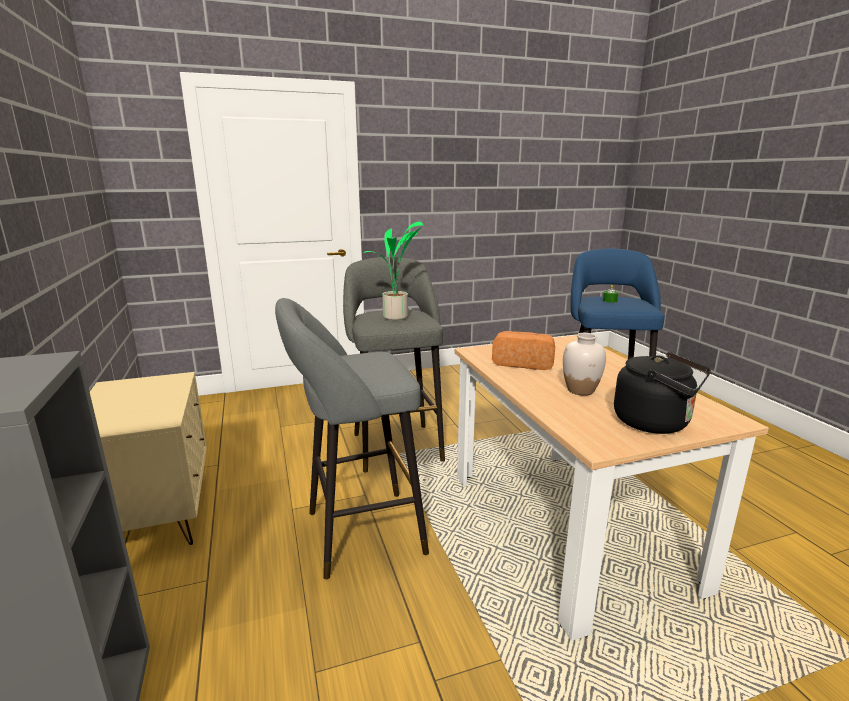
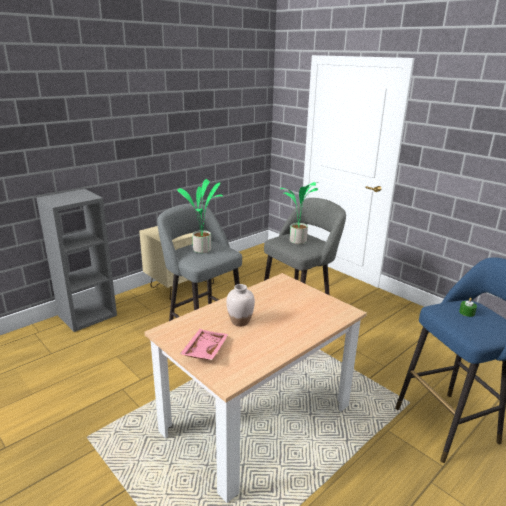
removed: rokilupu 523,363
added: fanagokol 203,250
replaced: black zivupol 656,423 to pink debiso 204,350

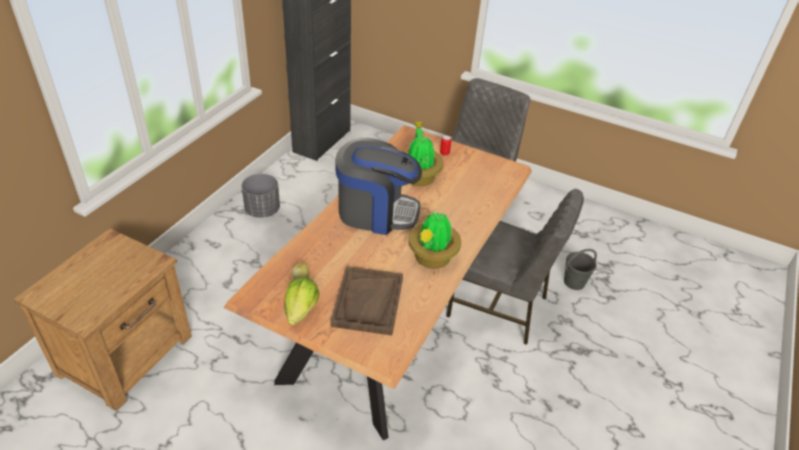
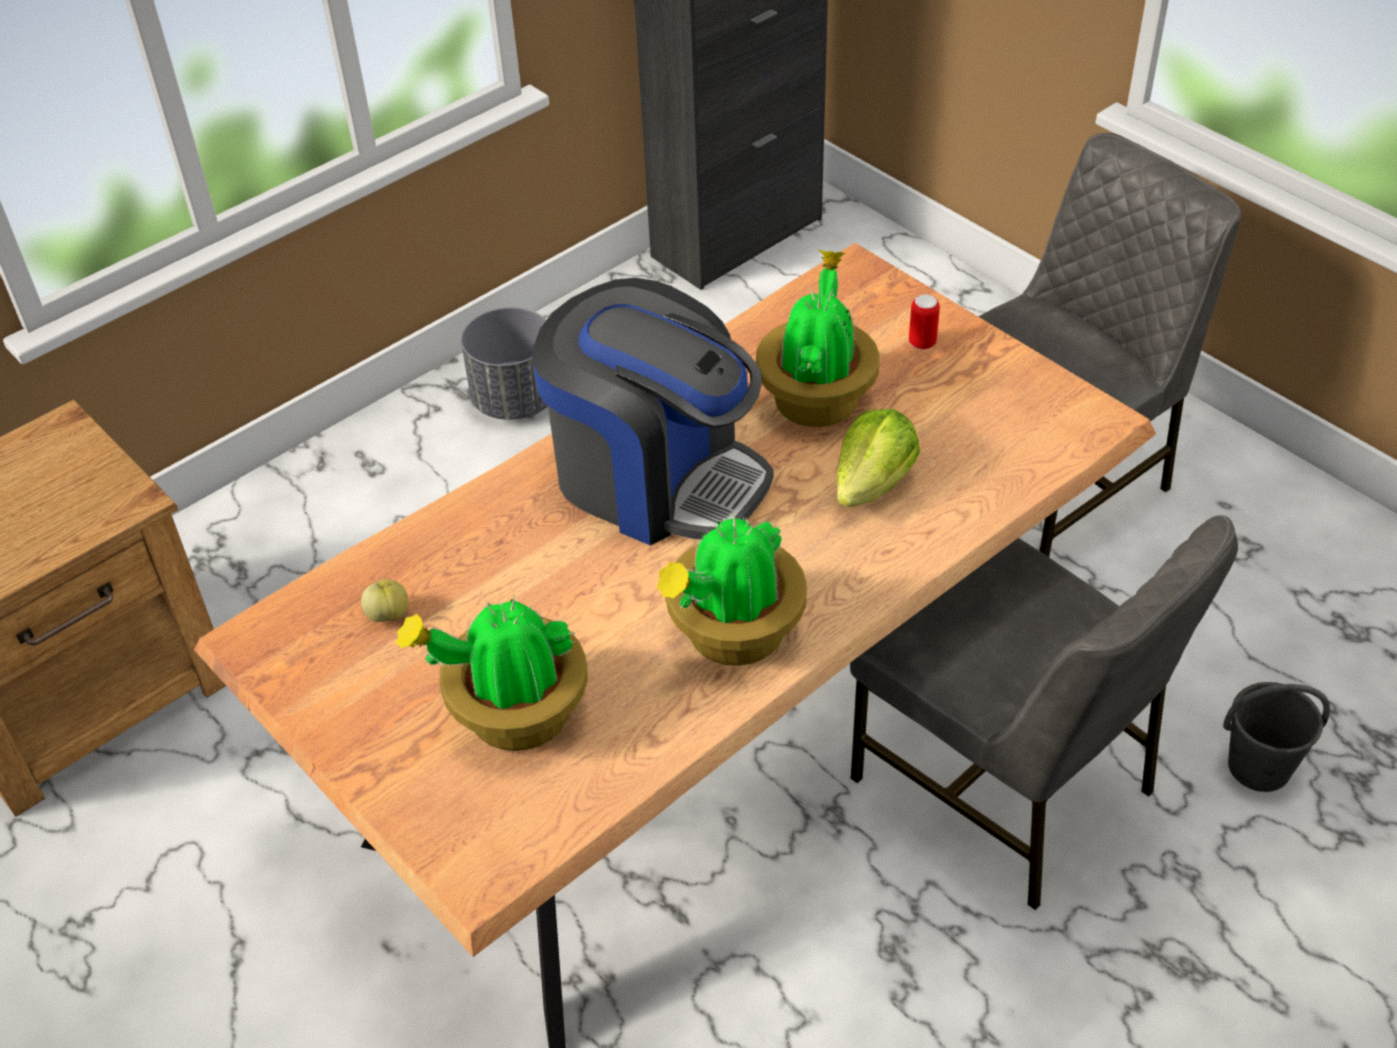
moved: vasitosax 301,310 to 873,484
replaced: brown debiso 368,302 to fanagokol 514,715

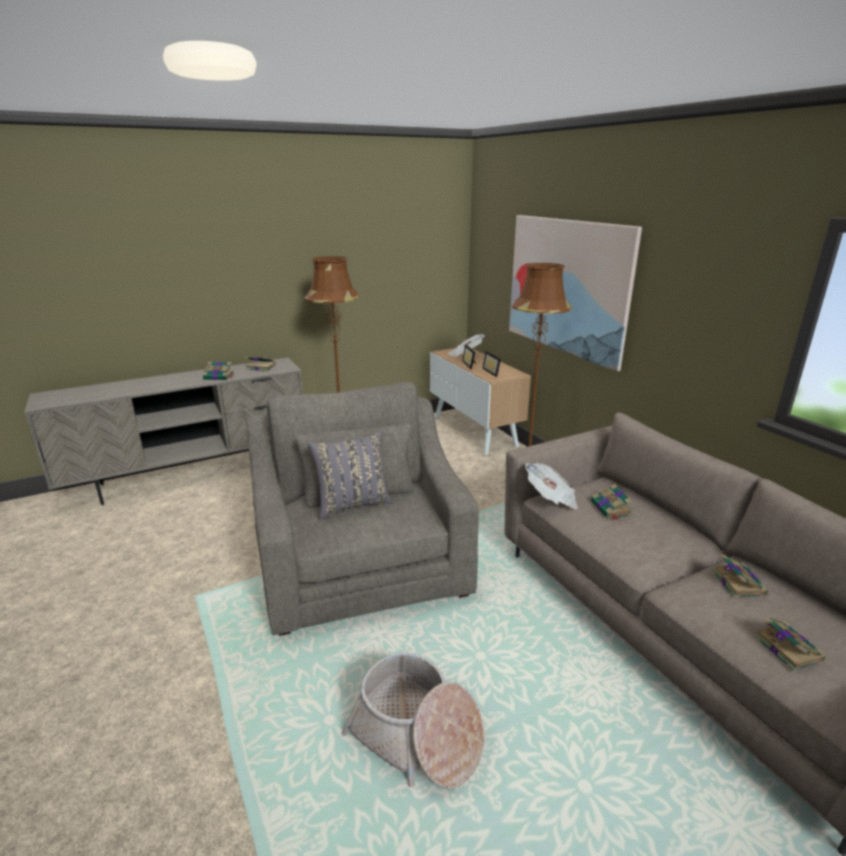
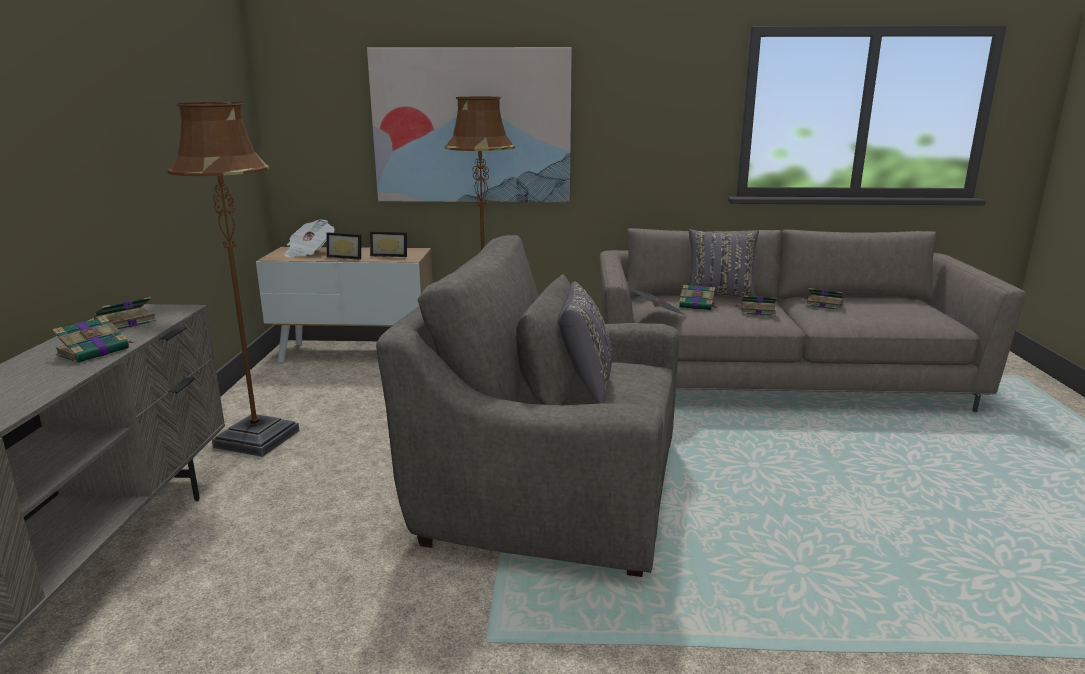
removed: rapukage 416,737
added: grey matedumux 719,296
moved: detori 786,648 to 756,311

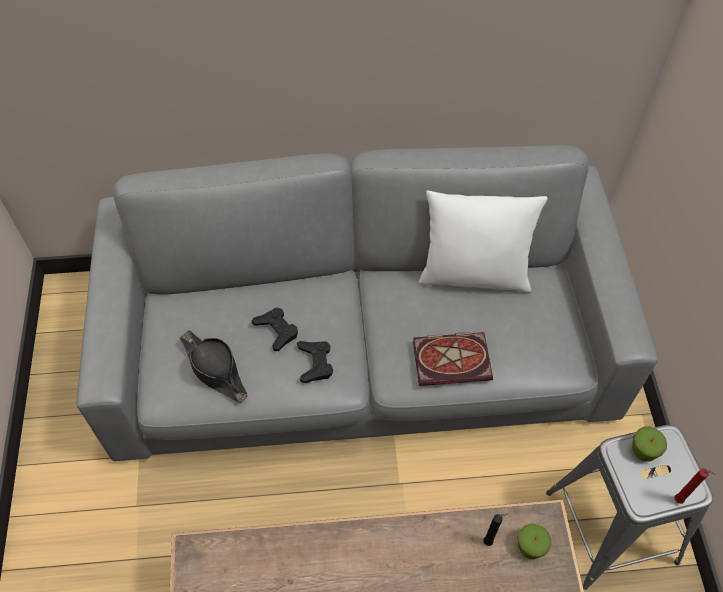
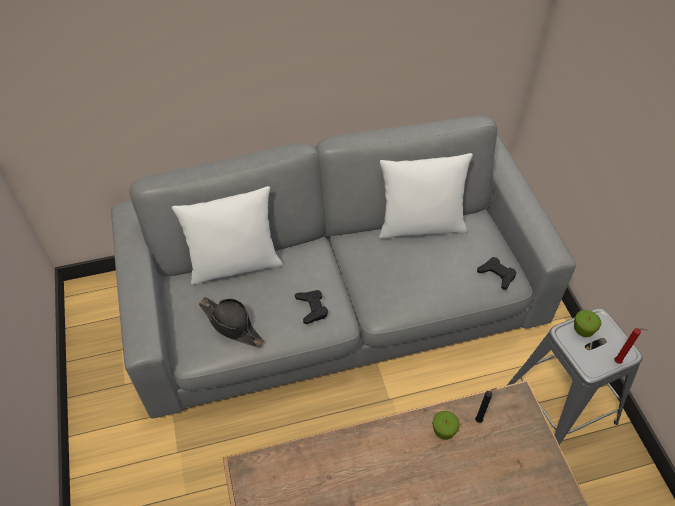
removed: detori 453,359
added: white matedumux 235,265
moved: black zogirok 276,330 to 497,275; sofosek 530,546 to 443,430

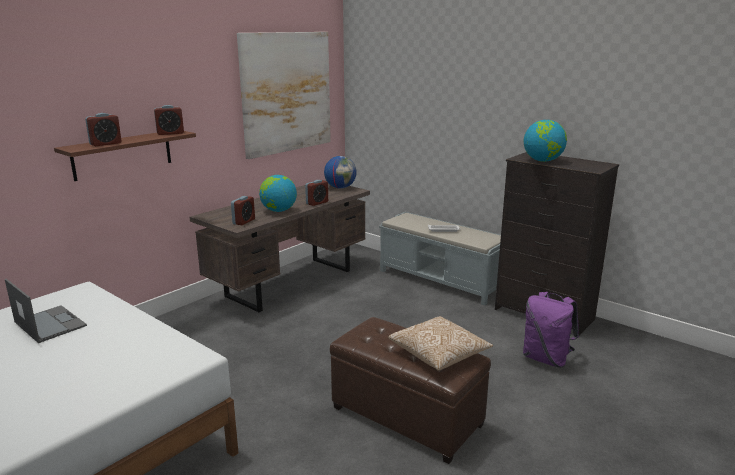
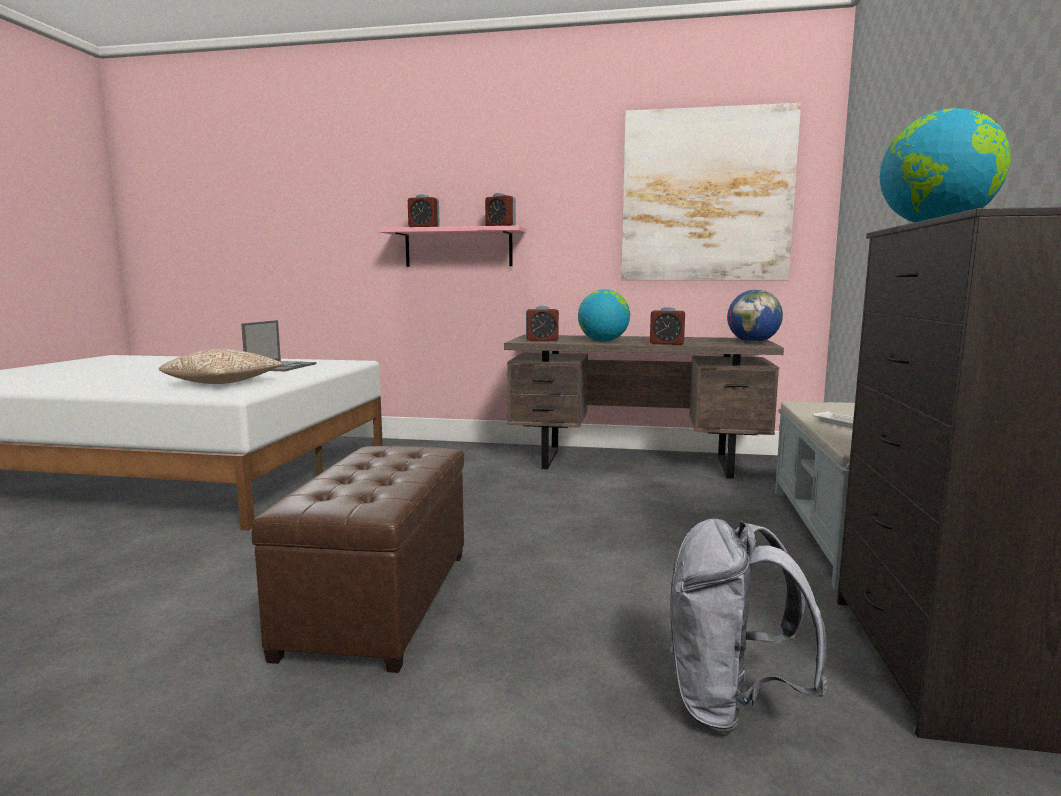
moved: matedumux 439,354 to 223,383
recoloured: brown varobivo 122,154 to pink varobivo 458,248; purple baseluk 546,359 to grey baseluk 730,705

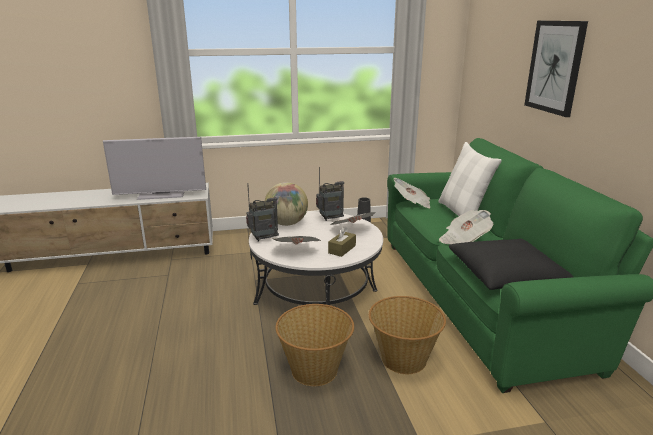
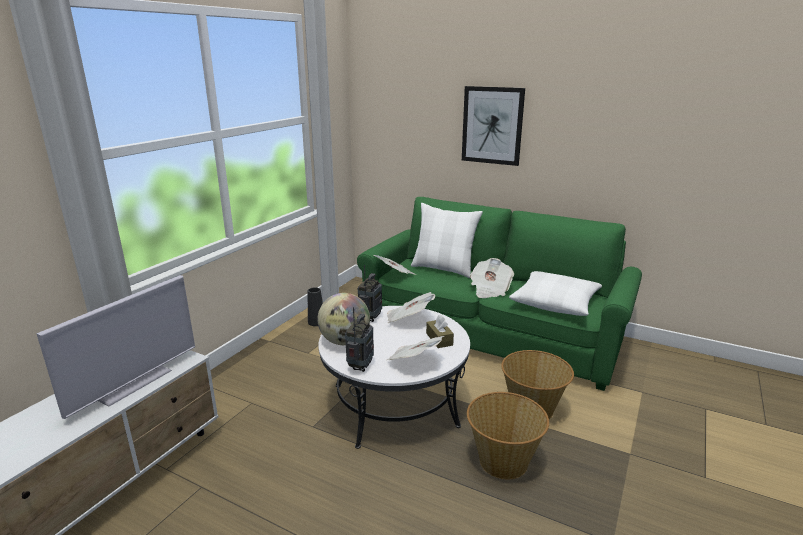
recoloured: black matedumux 507,274 to white matedumux 555,301

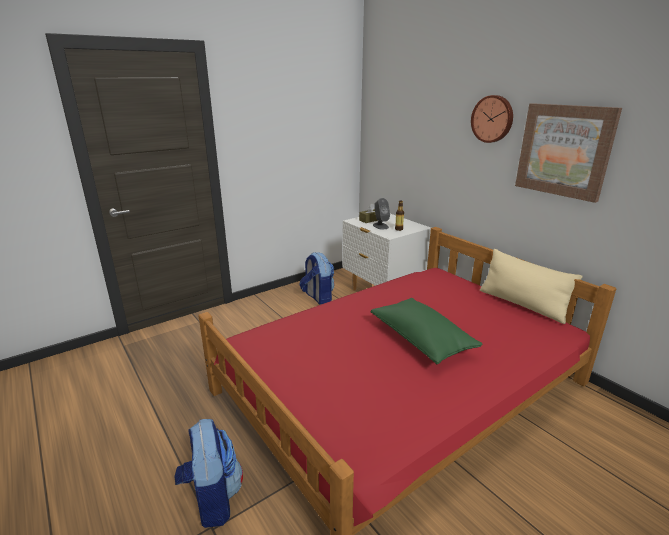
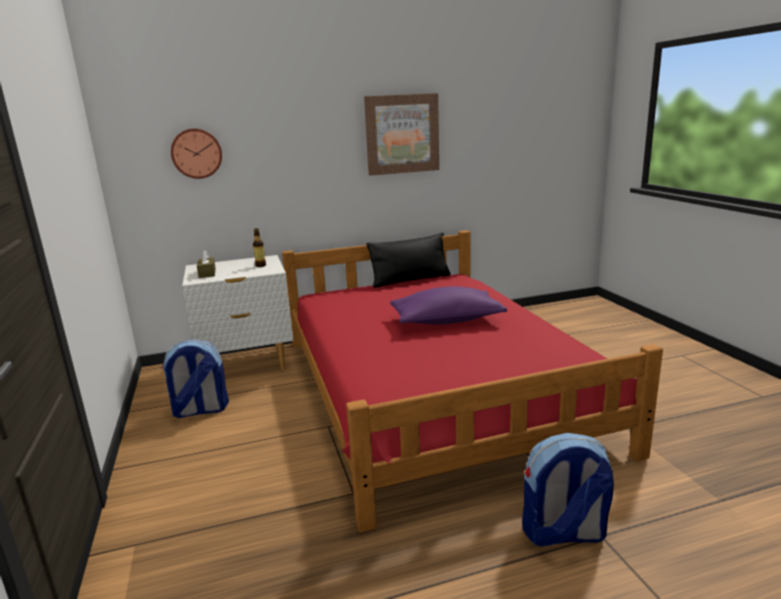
removed: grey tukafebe 380,226
moved: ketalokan 492,119 to 196,153
recoloured: green matedumux 421,340 to purple matedumux 446,321; beige matedumux 522,304 to black matedumux 410,280

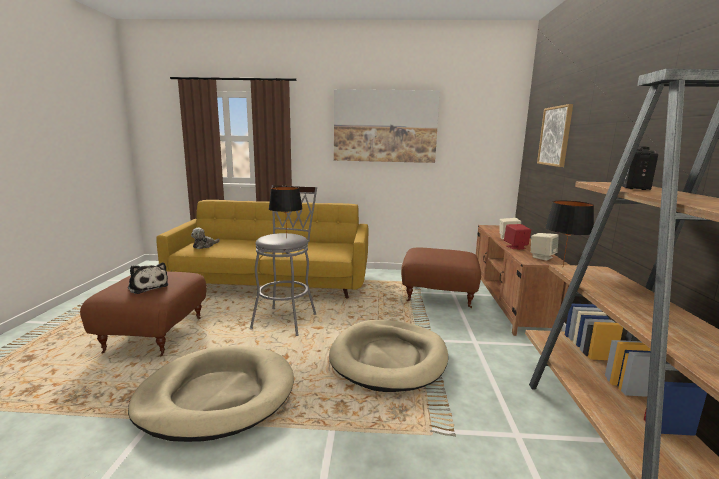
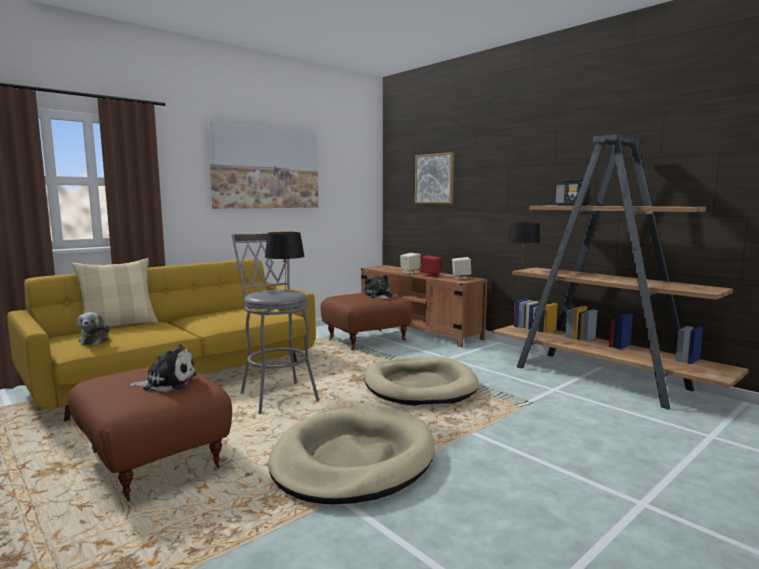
added: beige matedumux 119,326; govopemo 378,296

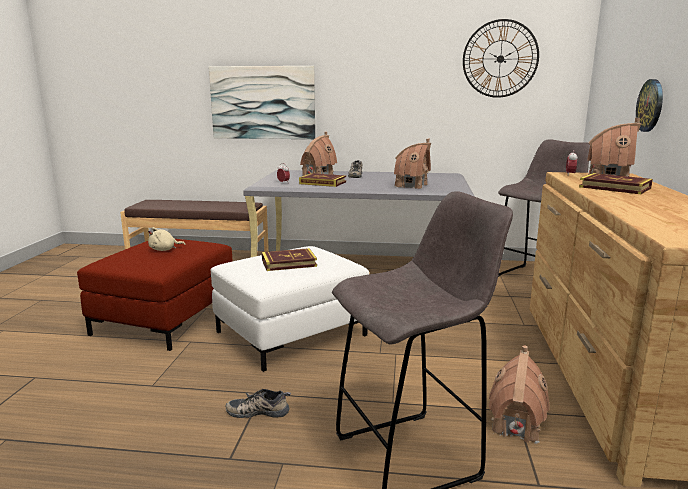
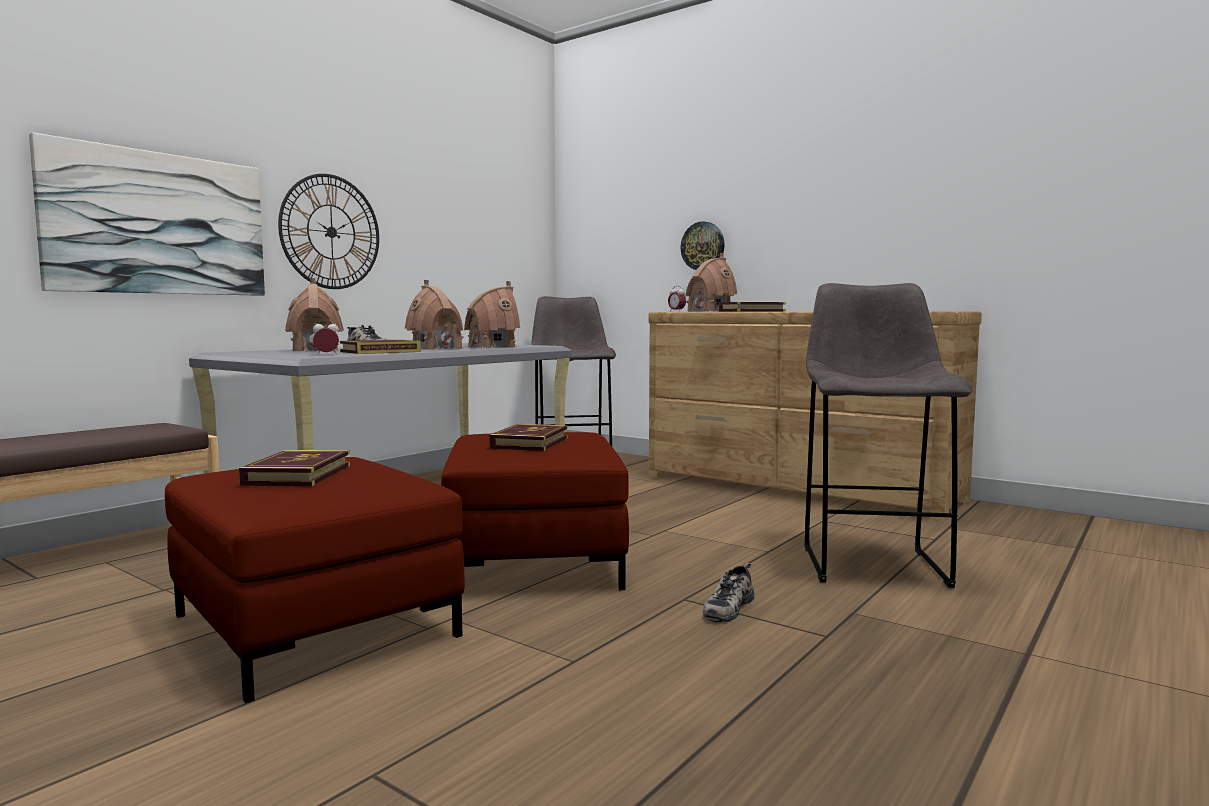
moved: ketalokan 500,59 to 331,232; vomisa 515,425 to 436,348
replaced: beige govopemo 164,250 to detori 298,475
recoloured: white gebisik 291,333 to red gebisik 533,560

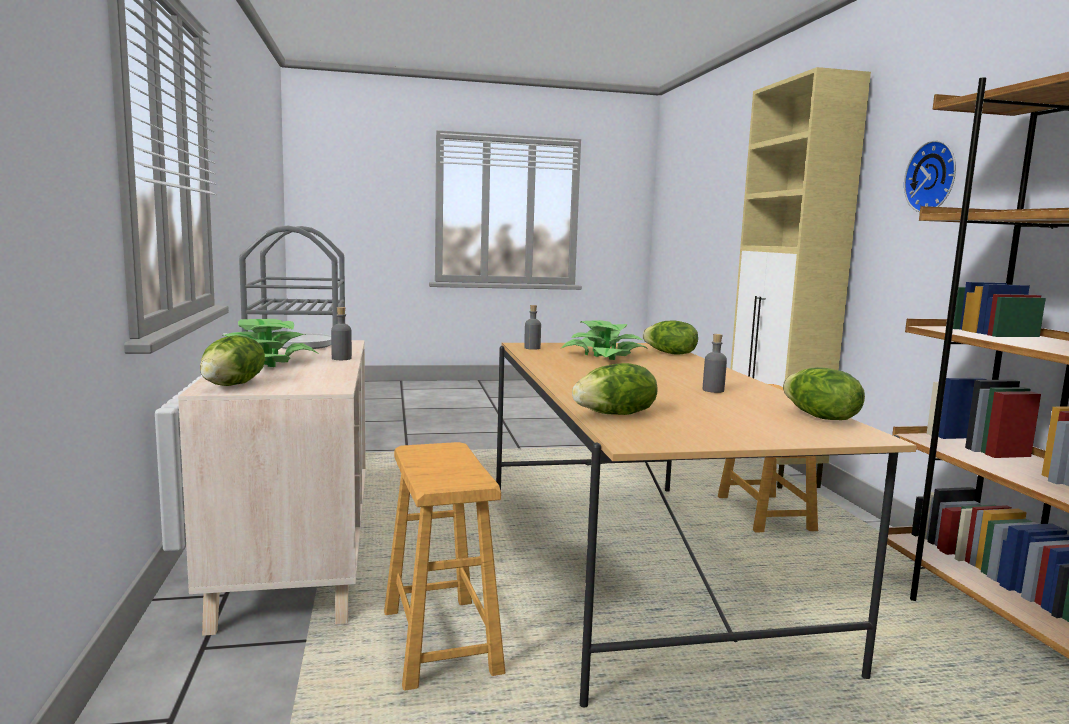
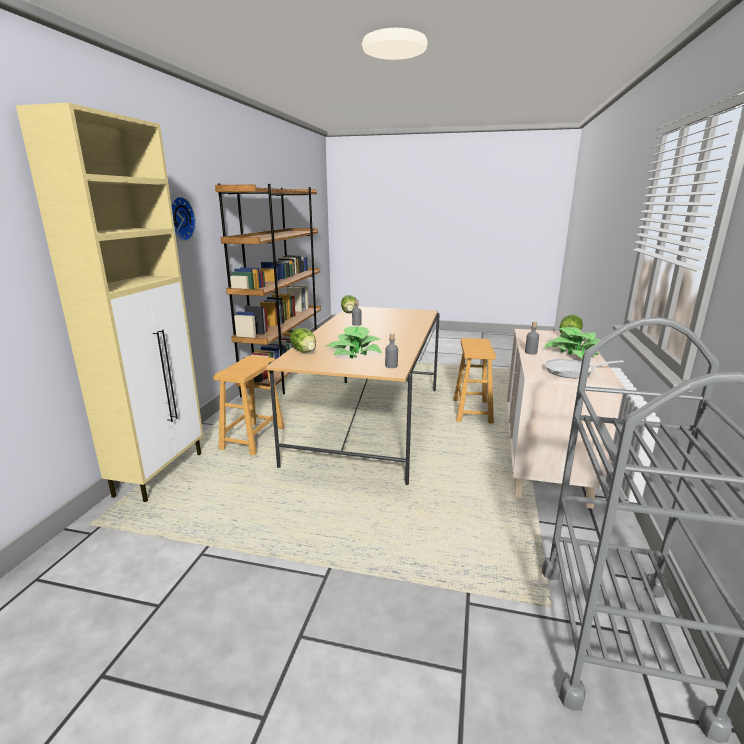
removed: vasitosax 616,414

